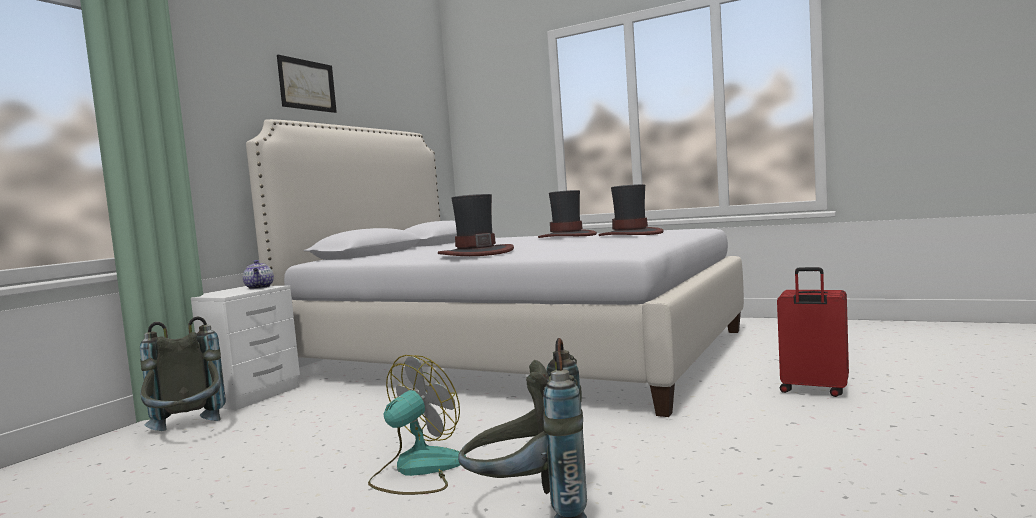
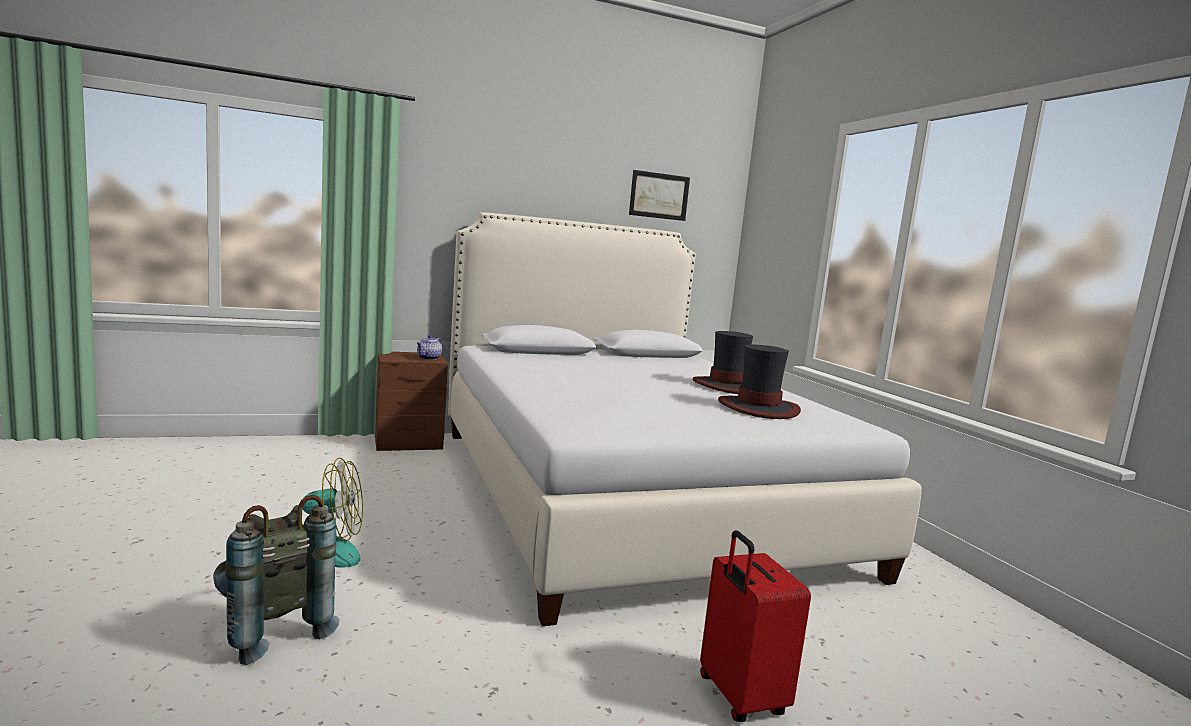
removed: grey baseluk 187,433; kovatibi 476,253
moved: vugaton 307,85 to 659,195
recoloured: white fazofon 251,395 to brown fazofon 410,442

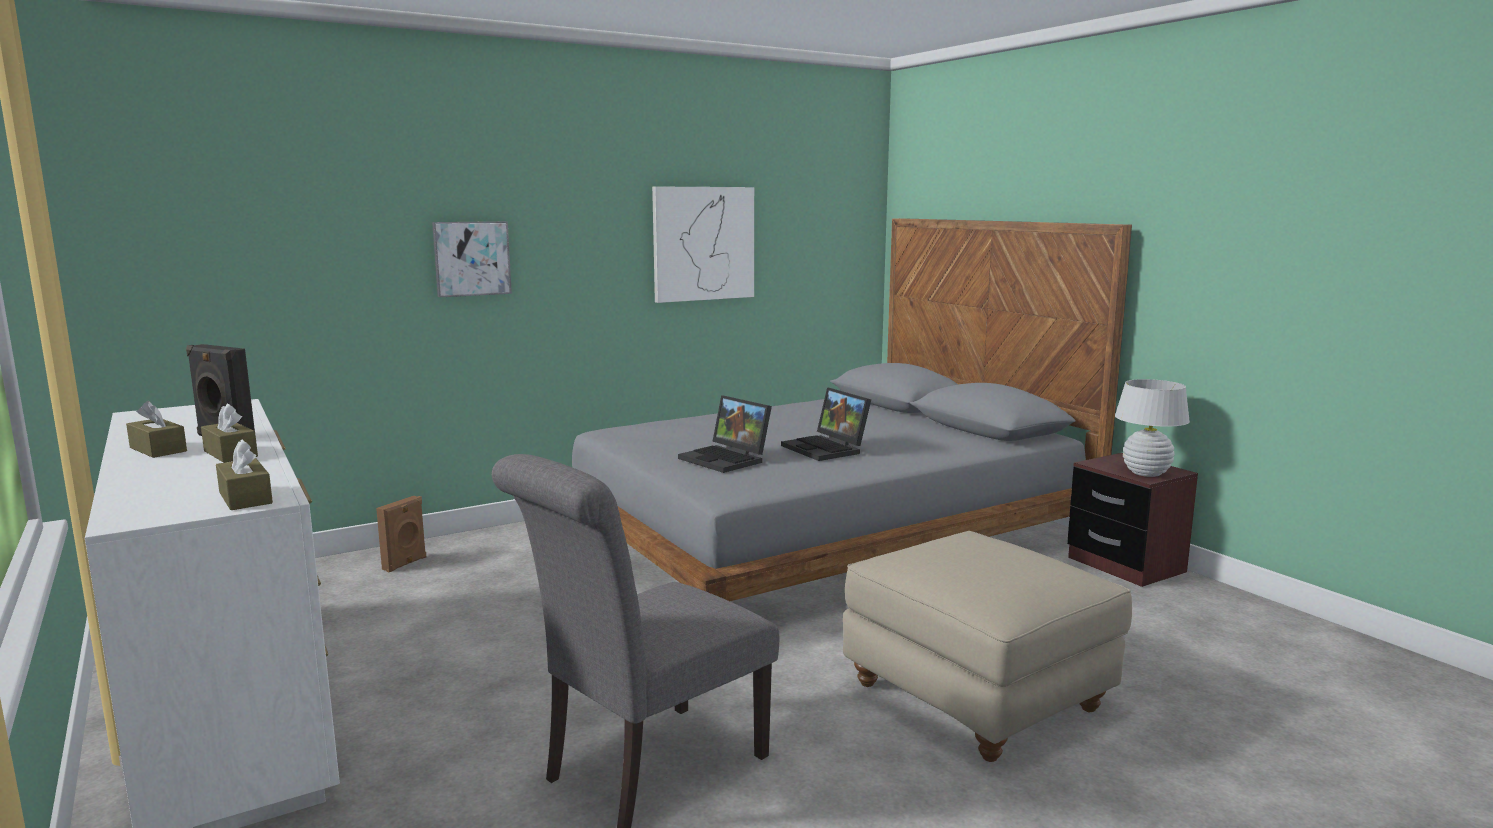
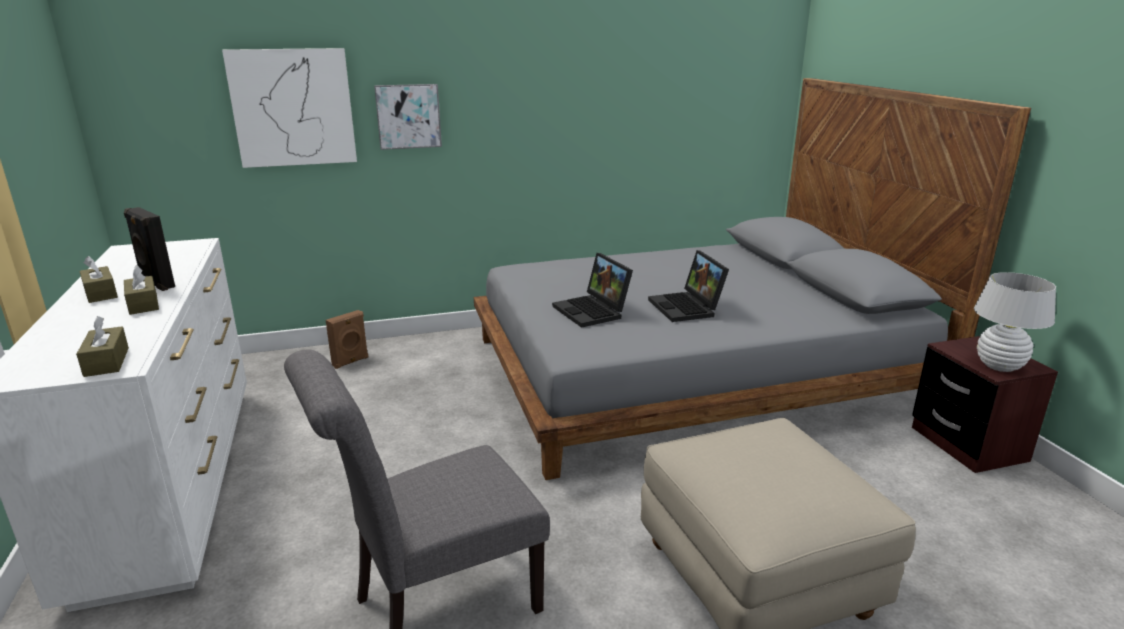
moved: vugaton 703,243 to 293,107

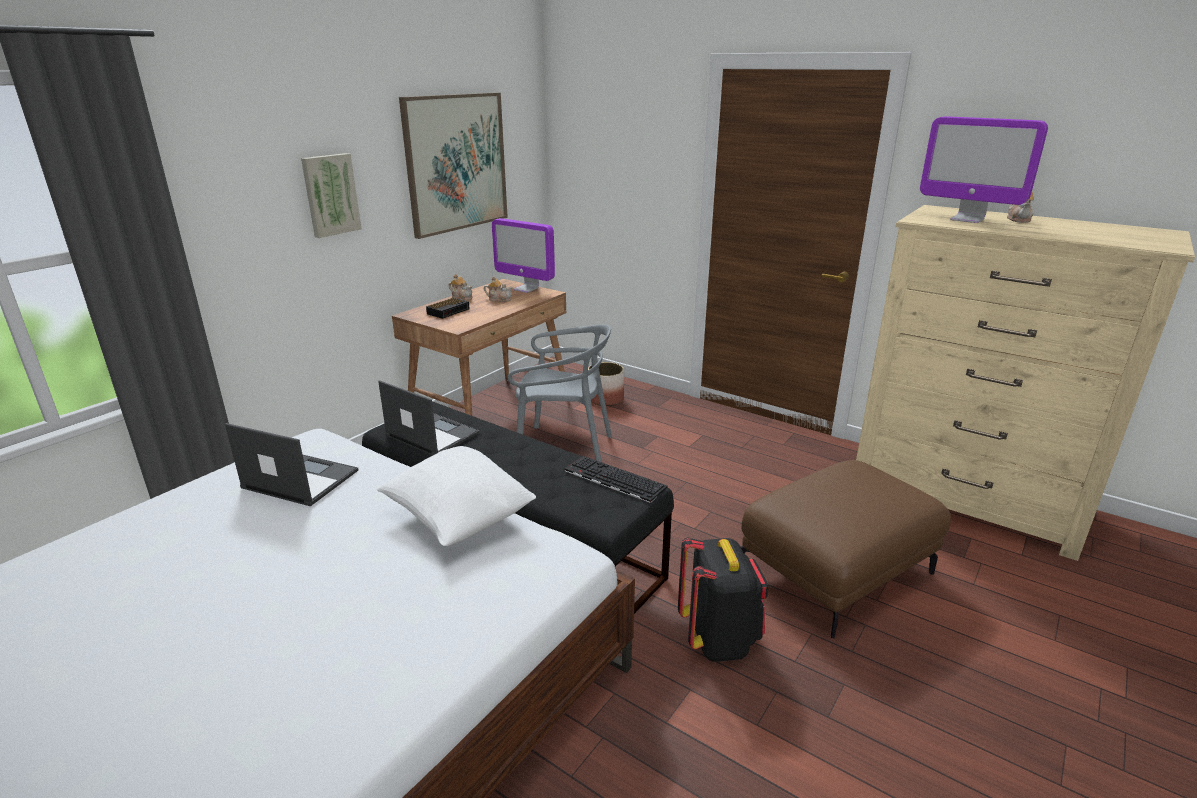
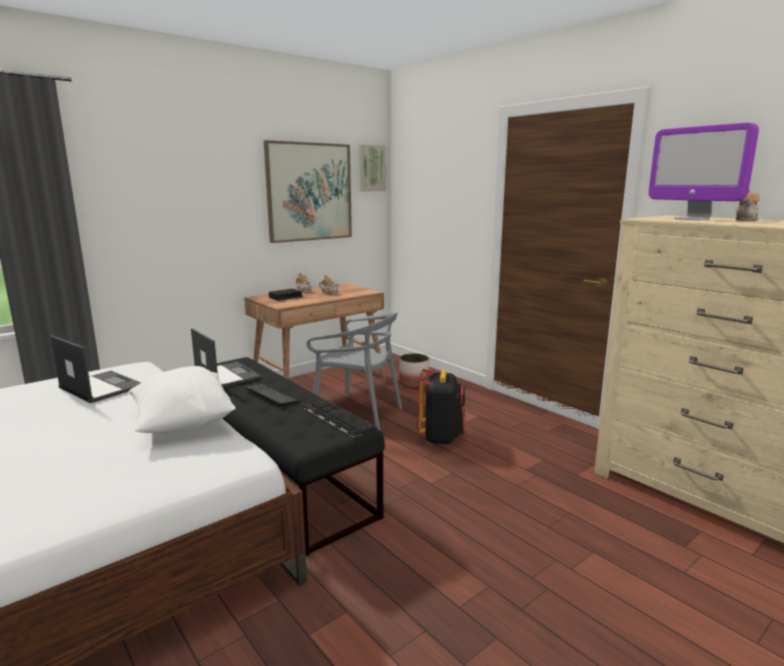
removed: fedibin 526,289; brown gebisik 836,572
added: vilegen 271,396
moved: vugaton 330,195 to 371,168; black baseluk 719,639 to 441,437

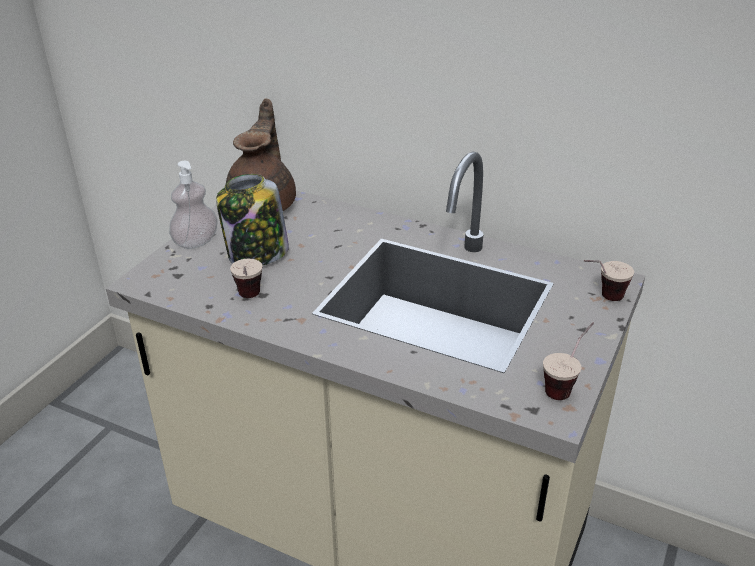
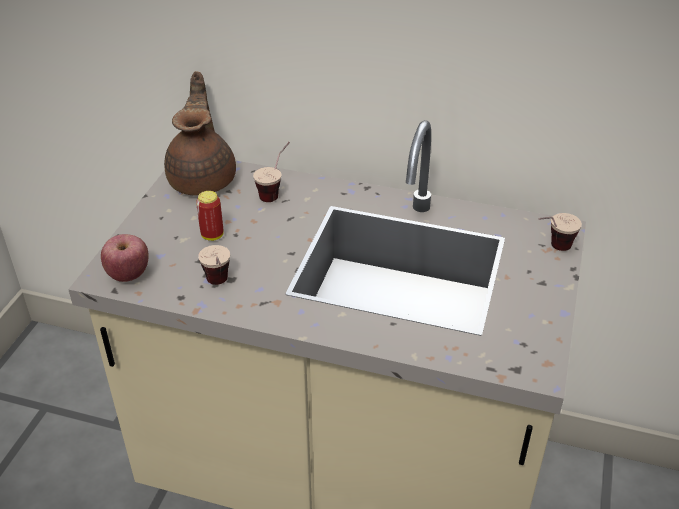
removed: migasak 196,242
added: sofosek 128,274
moved: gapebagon 566,385 to 275,191
replaced: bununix 257,254 to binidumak 212,235

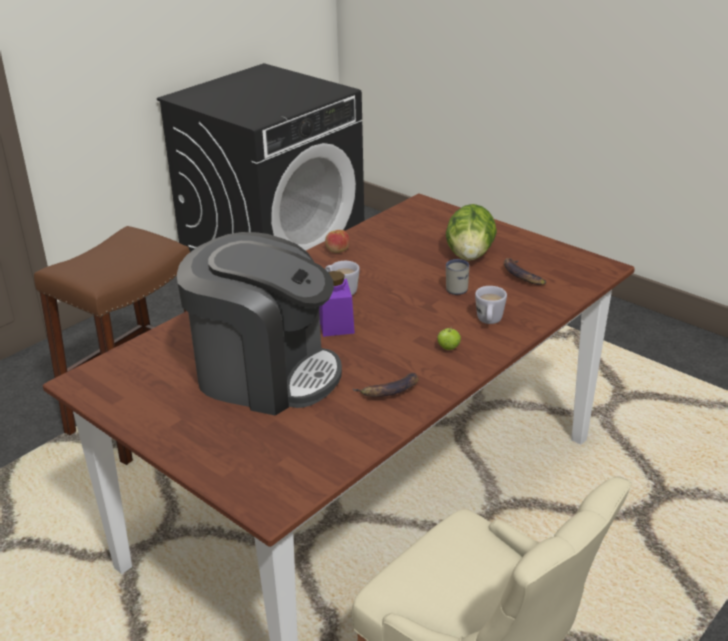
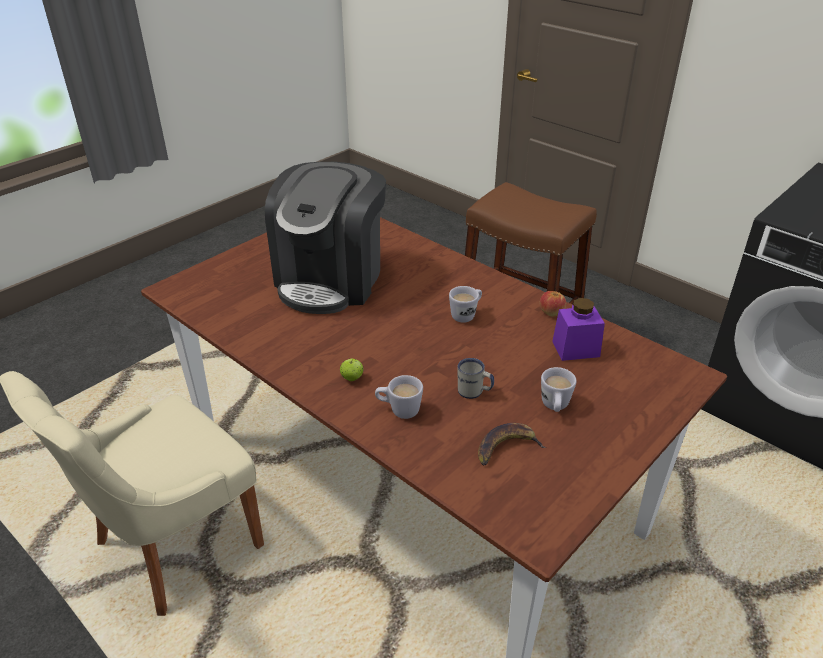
removed: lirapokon 389,391
moved: purple bununix 336,324 to 575,349
replaced: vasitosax 470,255 to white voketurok 555,407

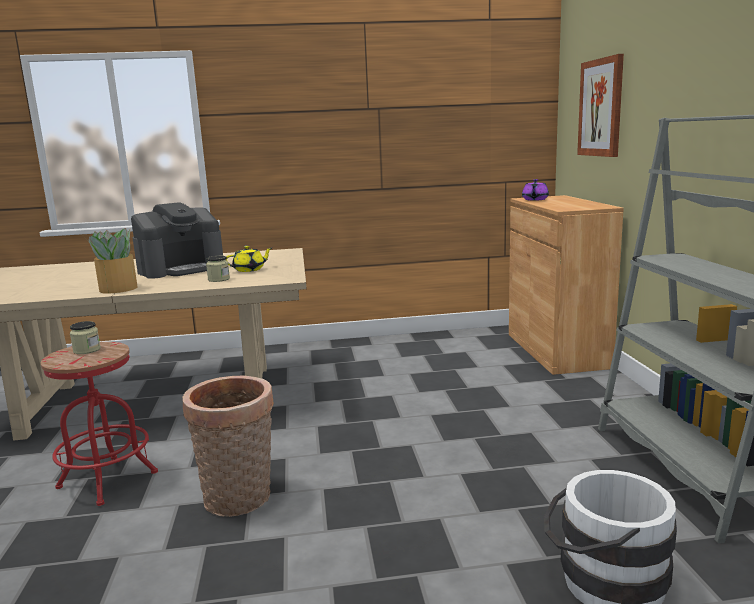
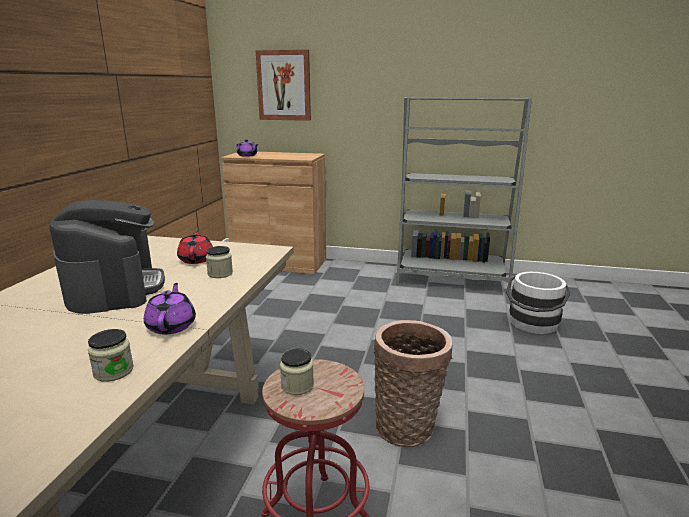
added: bununix 113,371
replaced: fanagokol 117,289 to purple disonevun 172,325
recoloured: yellow disonevun 249,269 to red disonevun 197,259

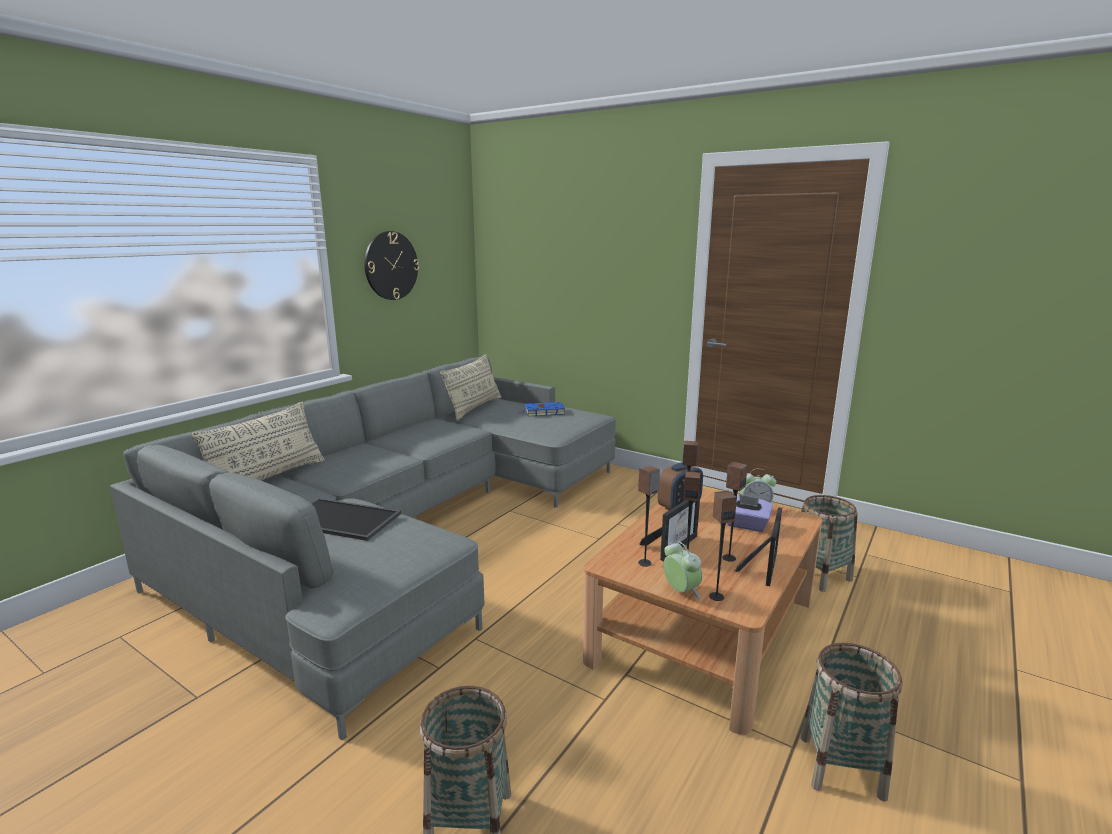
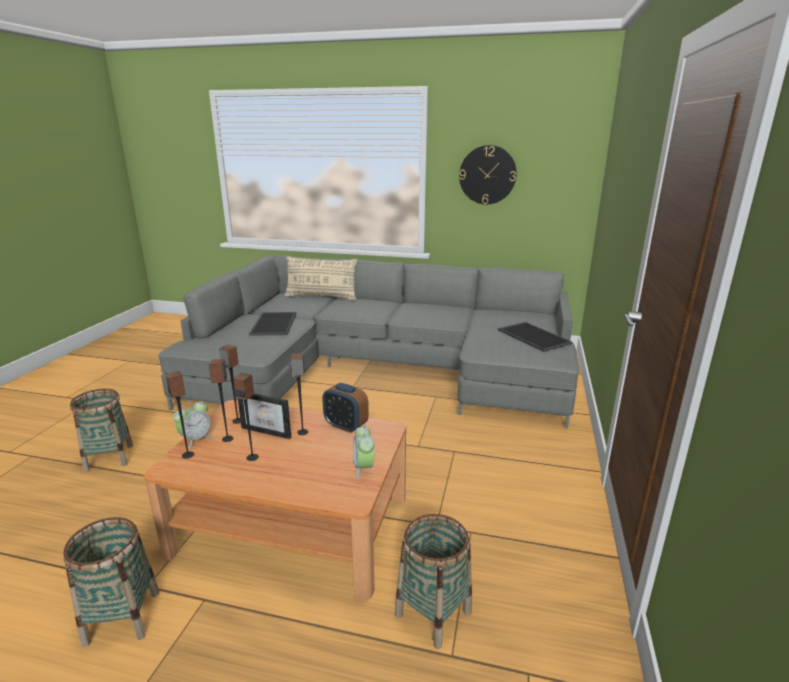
removed: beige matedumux 474,408; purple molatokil 746,525; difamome 764,566
replaced: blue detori 543,412 to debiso 532,336

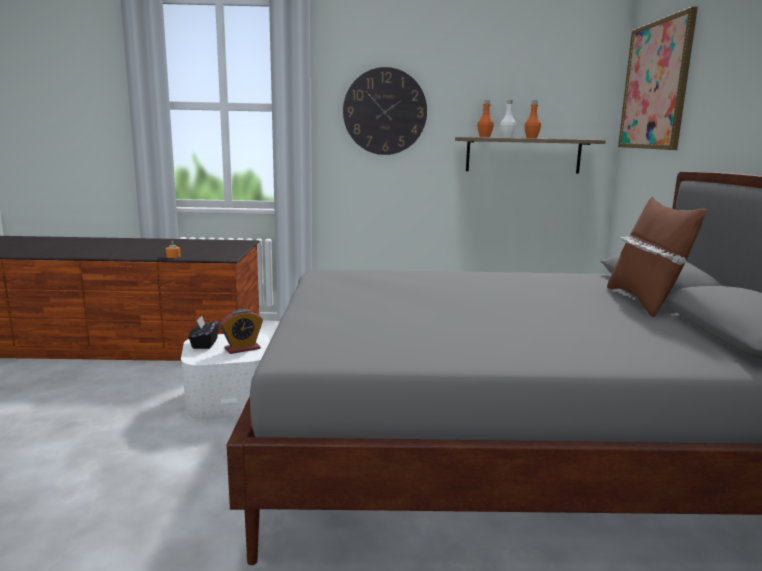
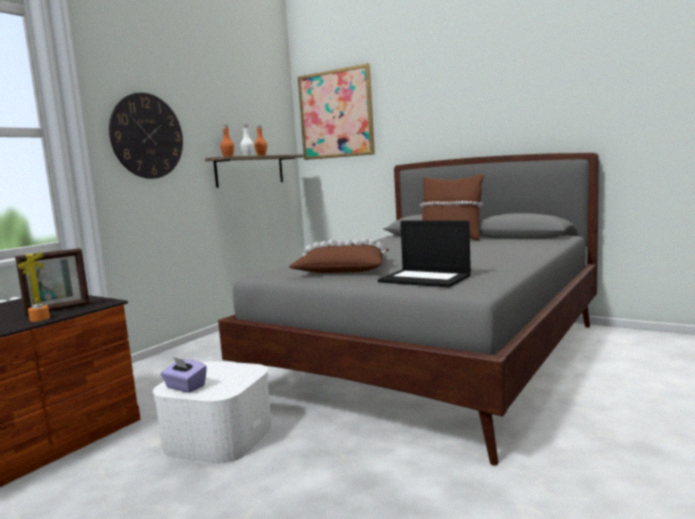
removed: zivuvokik 242,349
added: difamome 58,310; brown matedumux 343,269; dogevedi 426,278
recoloured: black molatokil 204,344 to purple molatokil 185,387

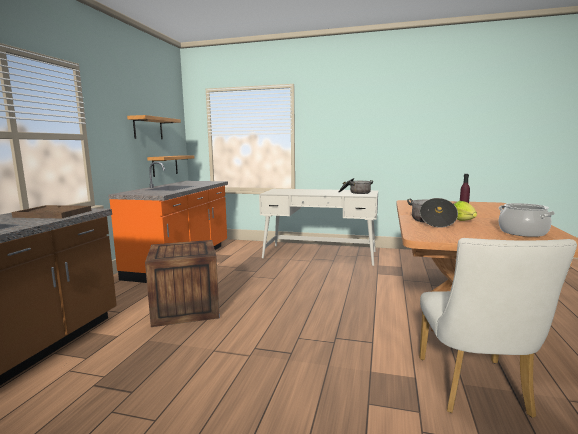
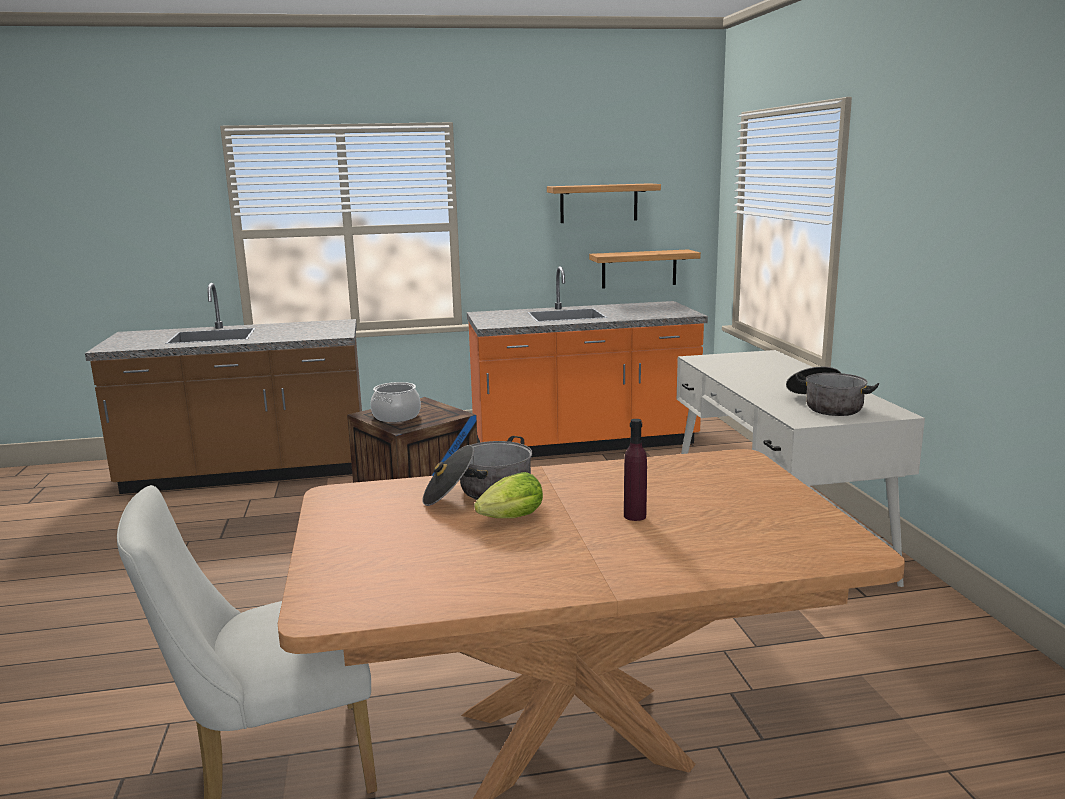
removed: brown debiso 53,214
moved: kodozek 522,232 to 396,416

